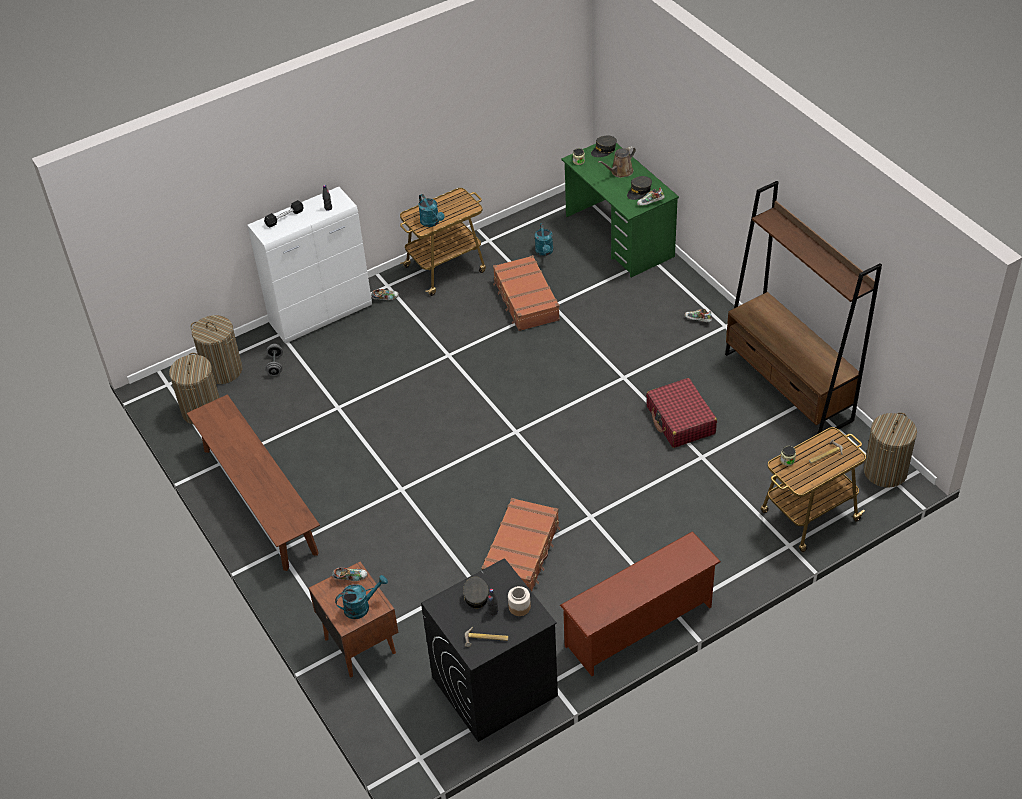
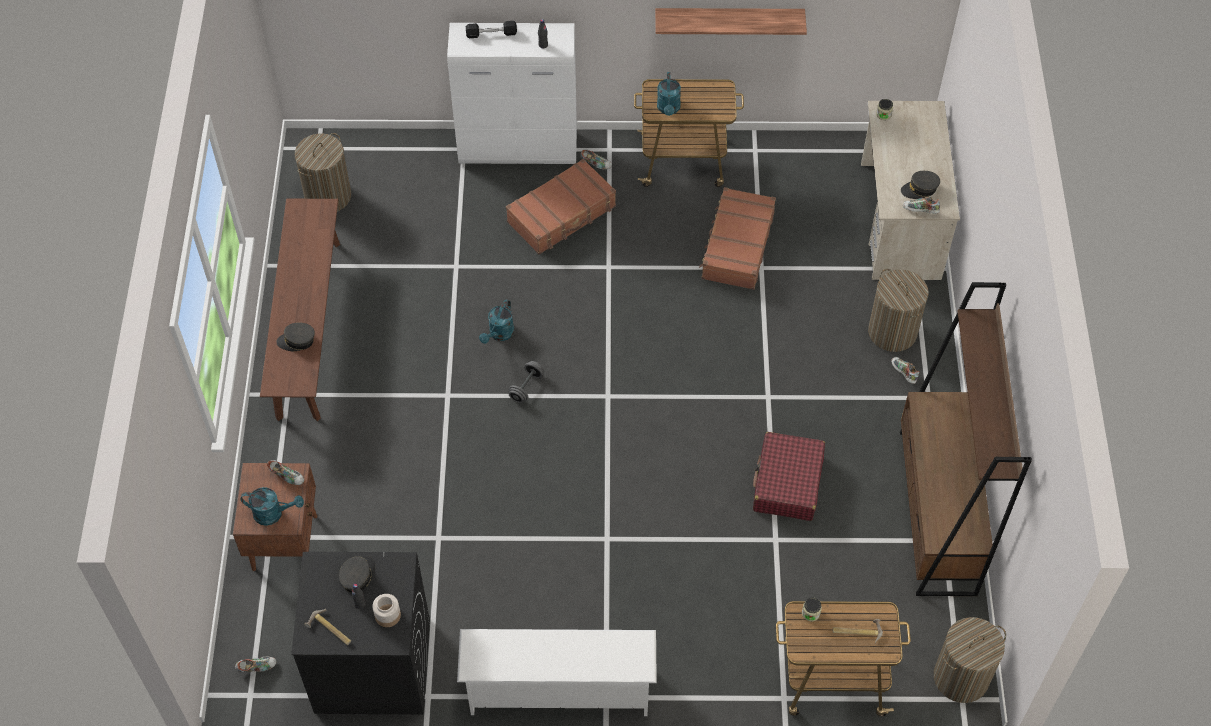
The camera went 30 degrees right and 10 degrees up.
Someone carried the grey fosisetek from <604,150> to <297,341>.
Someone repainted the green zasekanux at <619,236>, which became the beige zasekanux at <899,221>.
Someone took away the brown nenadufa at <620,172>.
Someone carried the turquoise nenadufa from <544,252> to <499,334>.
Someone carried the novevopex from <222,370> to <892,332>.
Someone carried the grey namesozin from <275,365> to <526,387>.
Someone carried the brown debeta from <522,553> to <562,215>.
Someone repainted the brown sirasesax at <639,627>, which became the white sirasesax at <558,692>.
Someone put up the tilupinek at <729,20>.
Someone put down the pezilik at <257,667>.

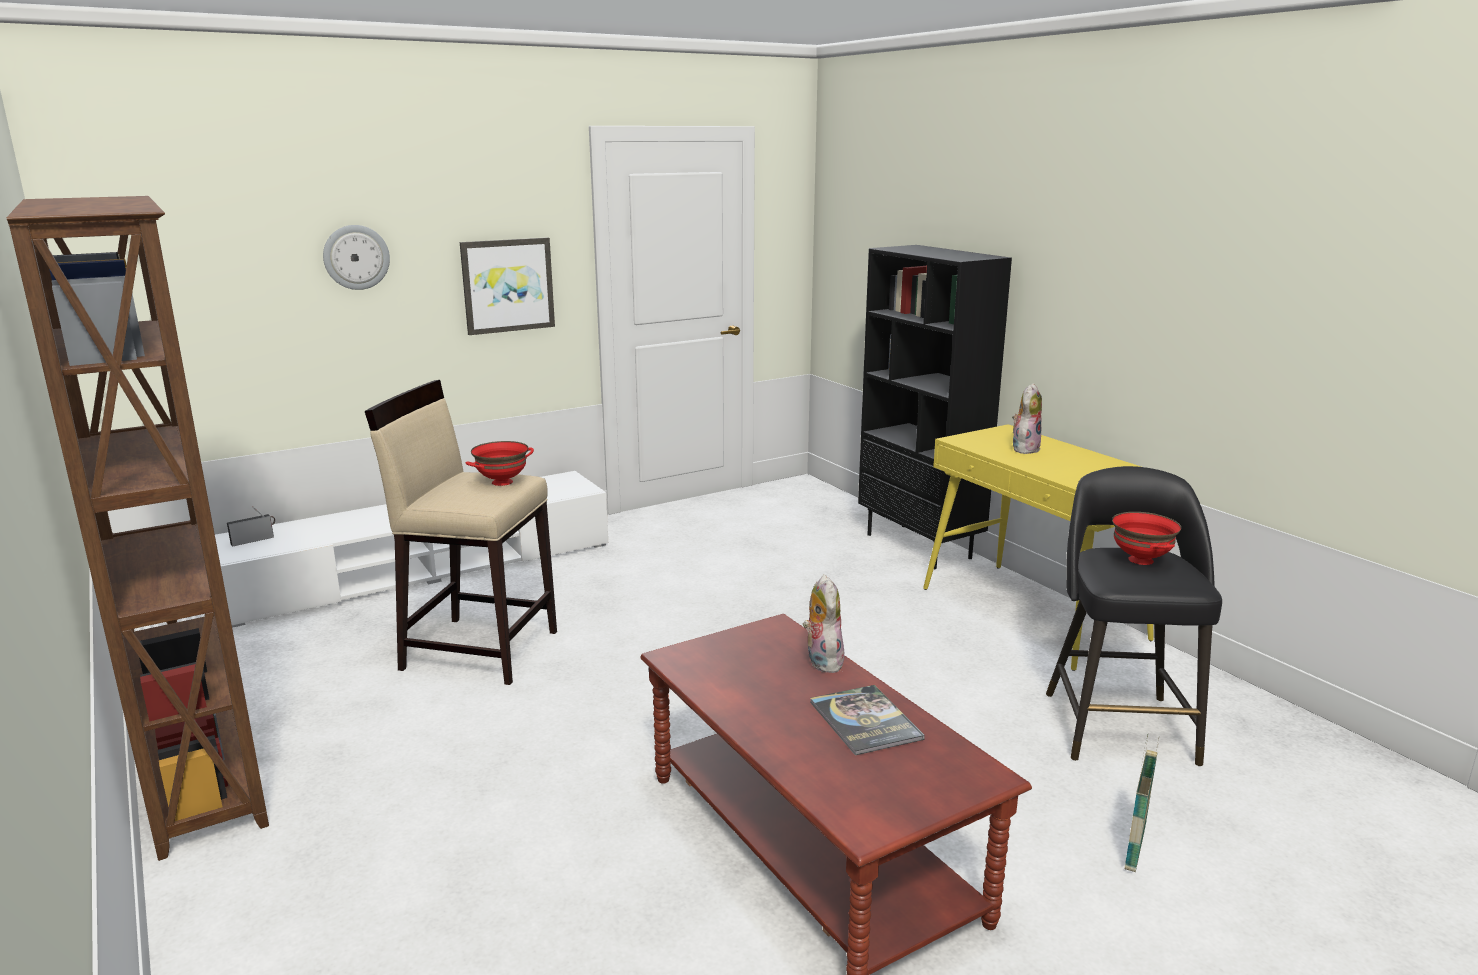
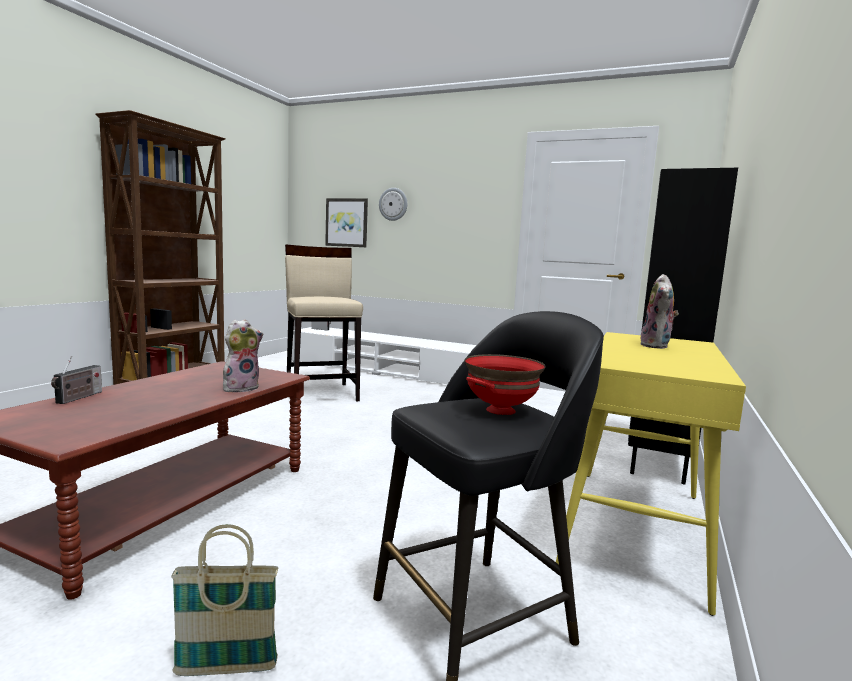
The camera went 55 degrees right and 10 degrees down.
Someone carried the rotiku from <507,285> to <347,222>.
Someone rotated the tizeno at <1024,448> by 105 degrees clockwise.
Someone took away the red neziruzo at <502,482>.
Someone took away the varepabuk at <865,721>.
Someone put down the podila at <78,398>.

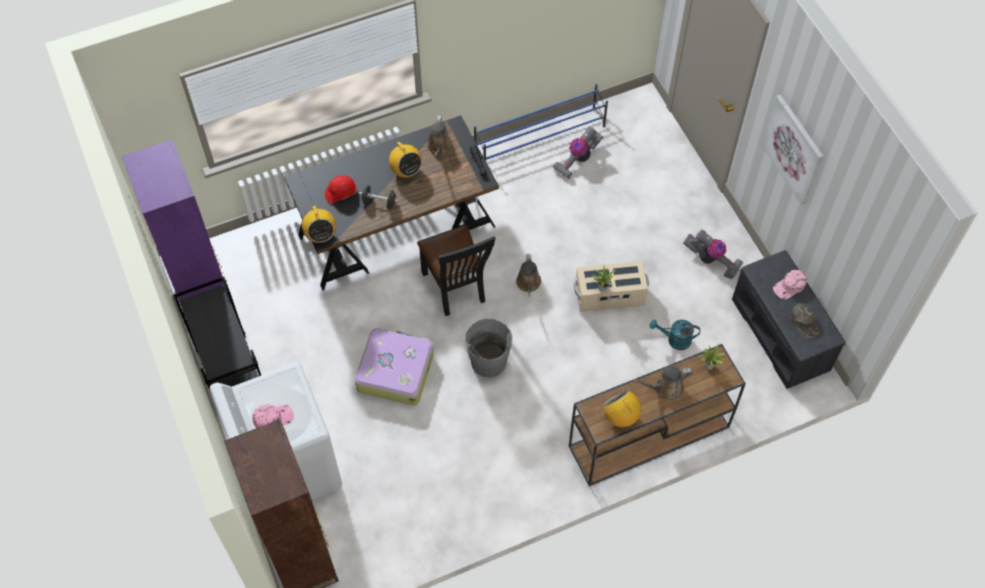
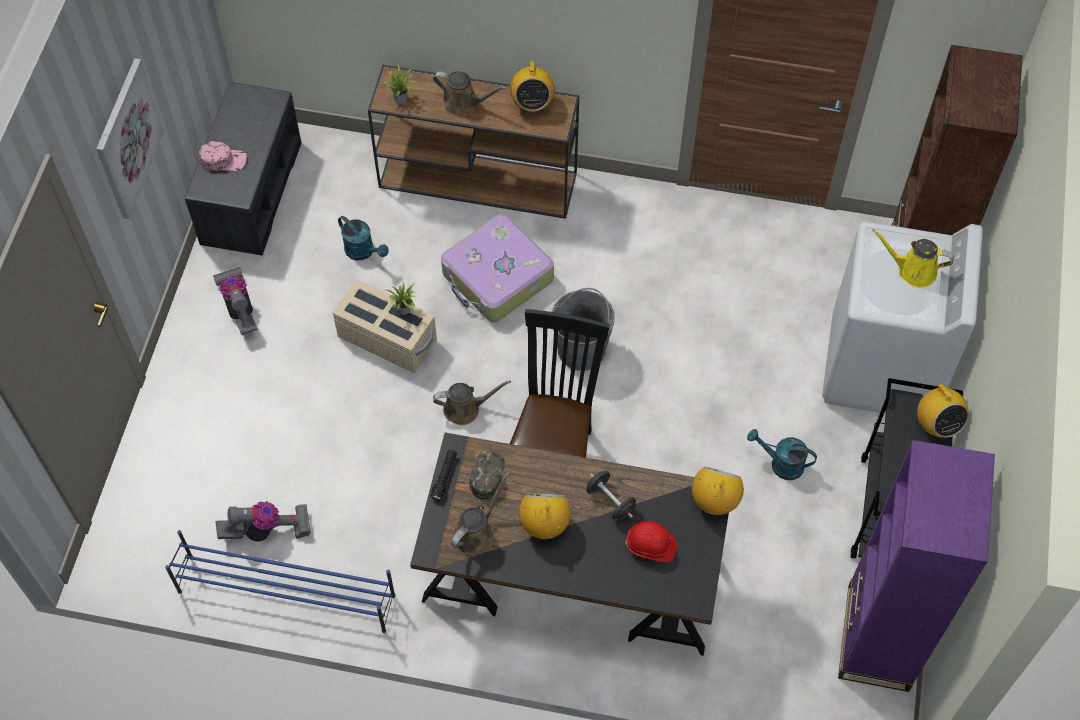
The camera went 145 degrees left and 0 degrees up.
Someone rotated the brown nenadufa at <528,283> by 45 degrees clockwise.
Someone carried the green fosisetek from <804,322> to <486,475>.
Someone carried the debeta from <395,371> to <497,278>.
Someone swapped the pink fosisetek at <273,417> for the yellow nenadufa at <912,270>.
Someone put down the podila at <936,424>.
Someone put down the turquoise nenadufa at <781,464>.

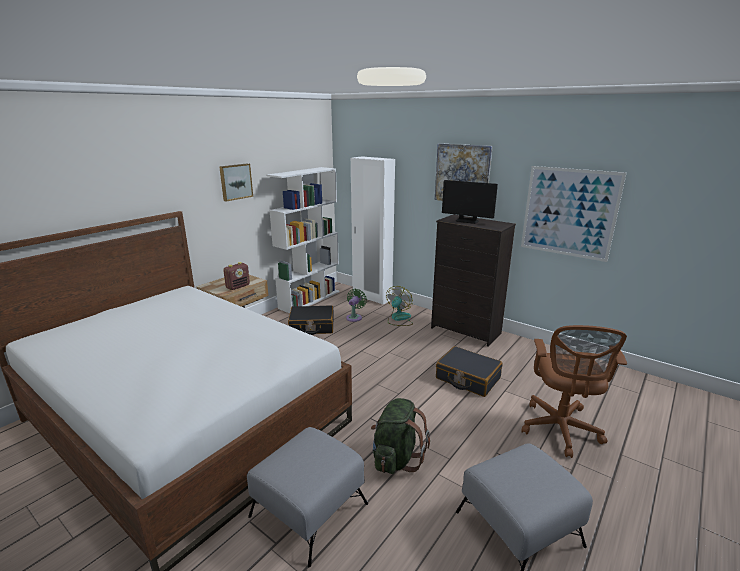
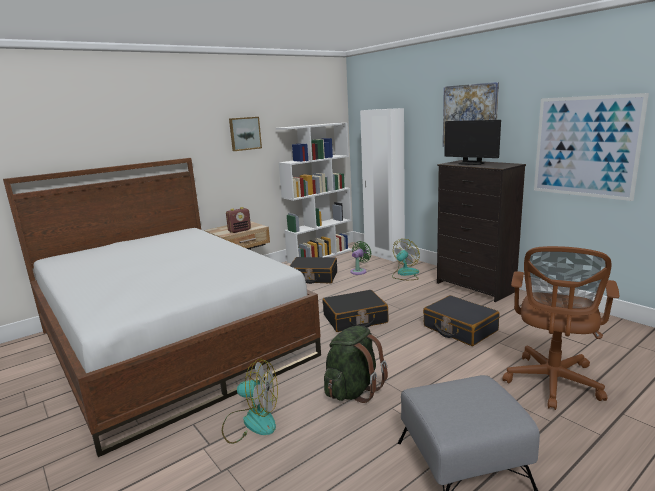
The camera went 15 degrees right and 5 degrees down.
Someone swapped the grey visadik at <310,509> for the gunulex at <251,422>.
Someone put down the black debeta at <355,319>.

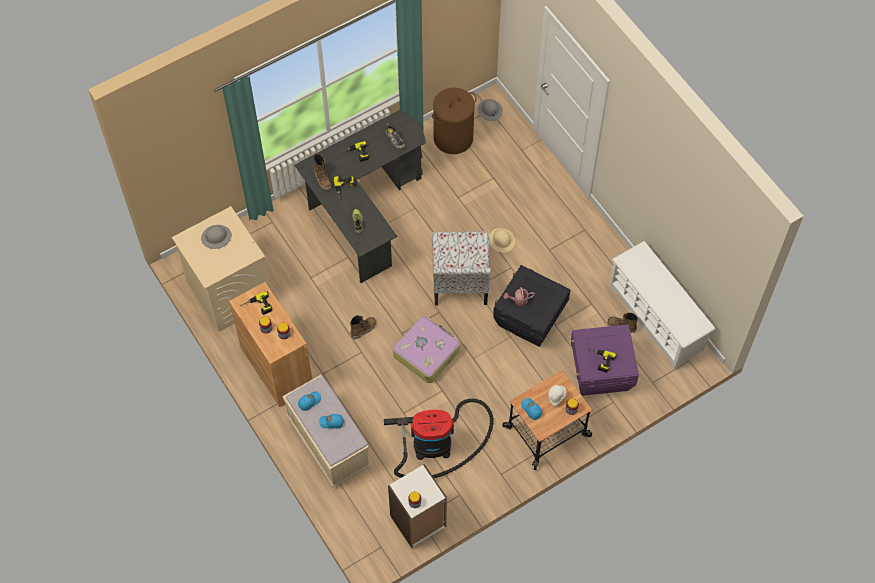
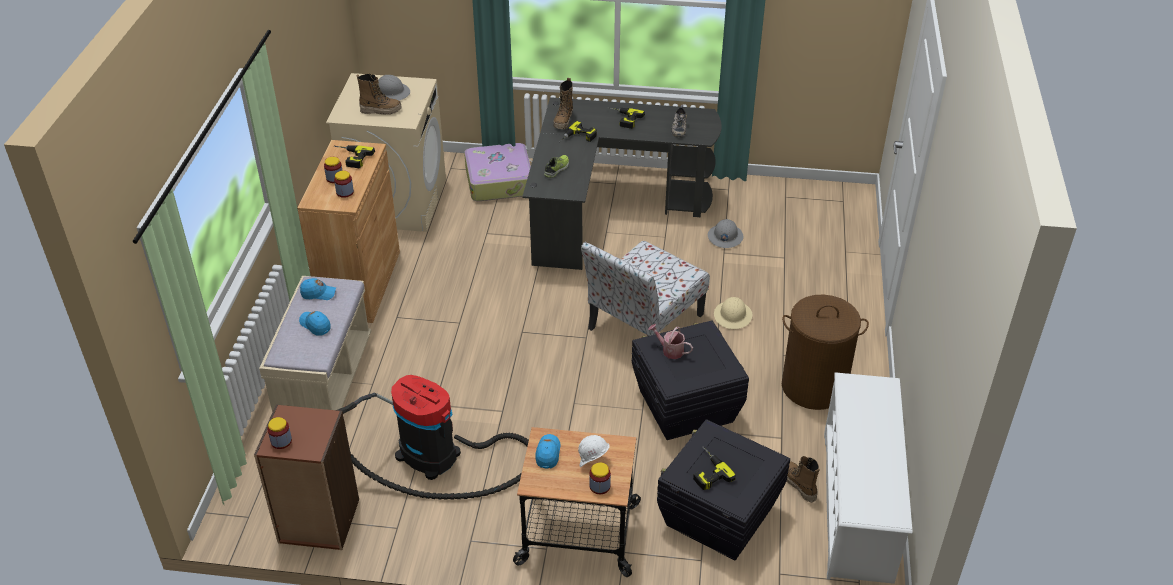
The camera went 40 degrees right and 20 degrees down.
Someone carried the brown novevopex from <453,138> to <813,387>.
Someone carried the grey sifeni from <489,111> to <725,237>.
Someone carried the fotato from <363,329> to <381,110>.
Someone carried the debeta from <426,353> to <500,181>.
Someone repainted the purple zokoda at <600,372>, which became the black zokoda at <718,516>.
Someone repainted the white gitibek at <418,522>, which became the brown gitibek at <318,521>.

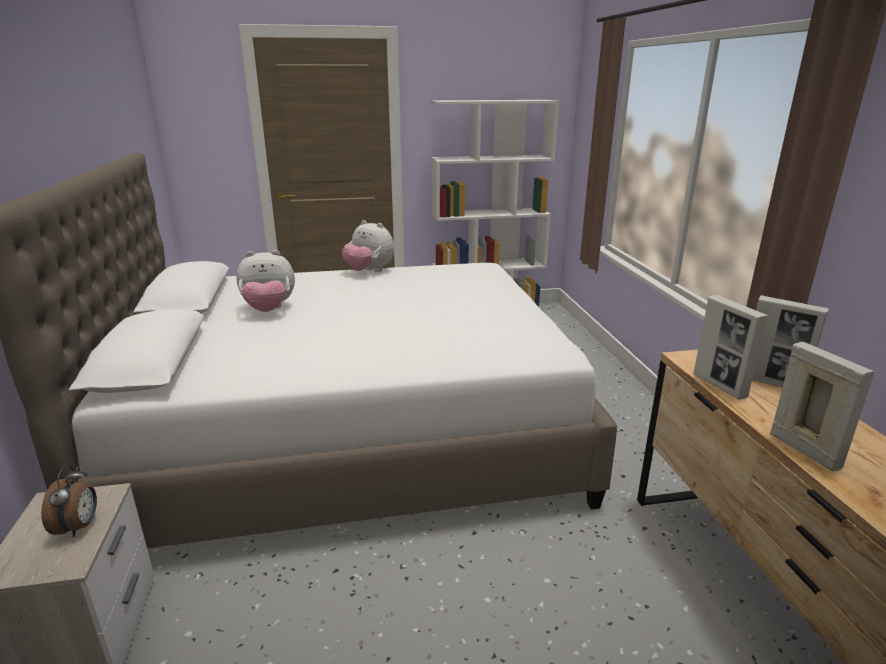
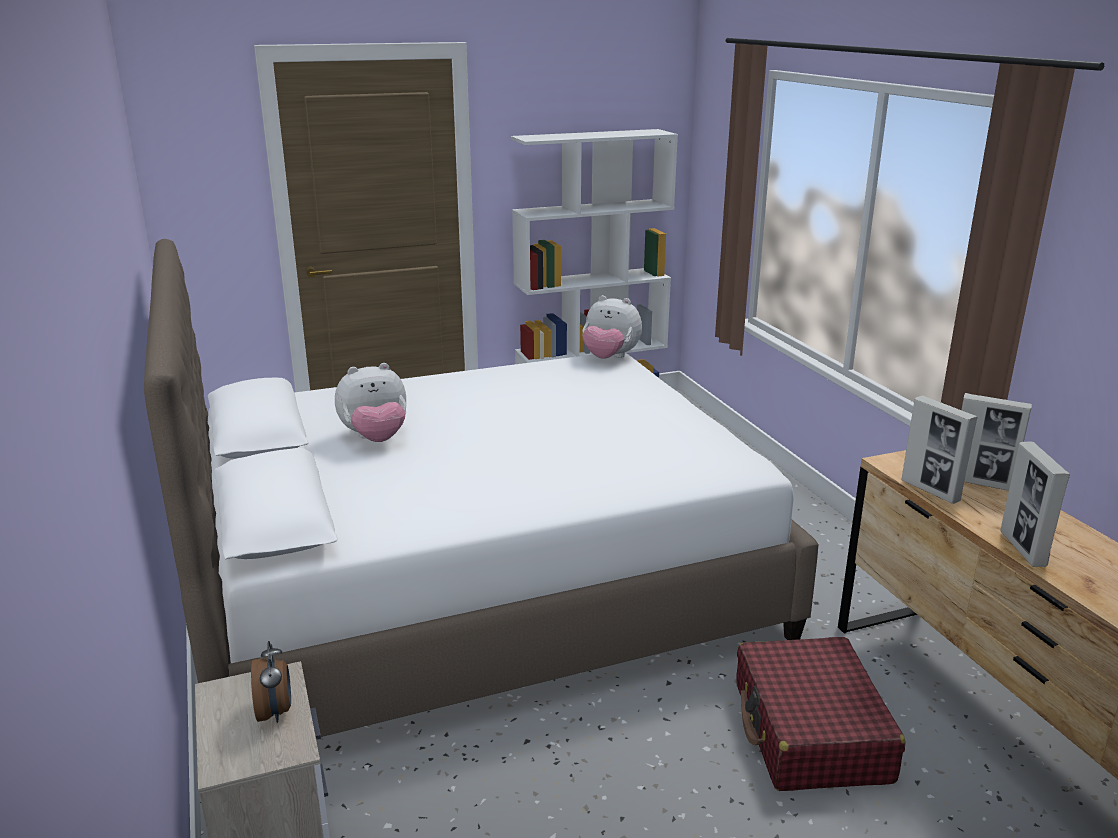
The camera went 10 degrees left and 0 degrees up.
Someone carried the tizeno from <369,271> to <610,358>.
Someone rotated the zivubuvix at <804,450> by 150 degrees counterclockwise.
Someone put down the red debeta at <810,732>.

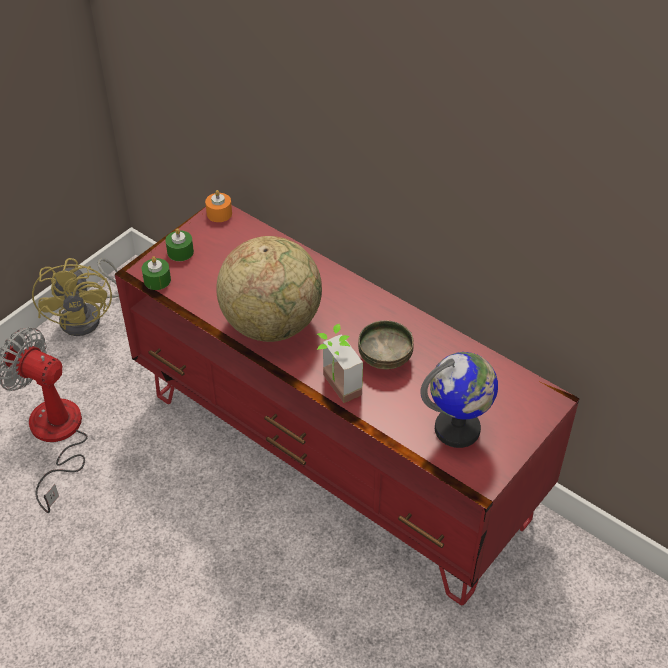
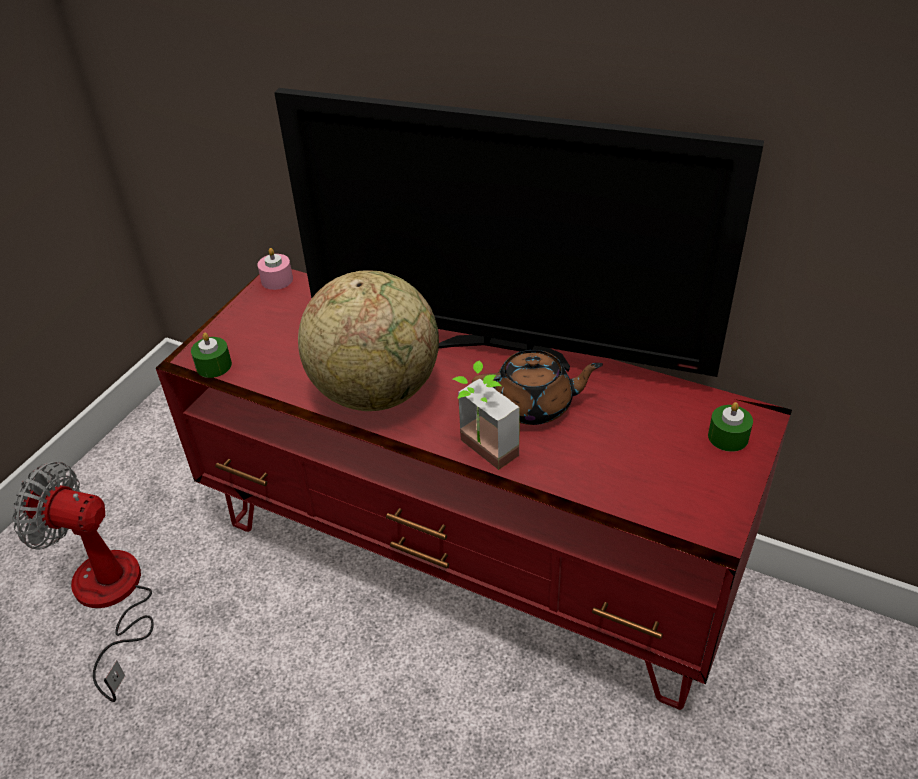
The camera went 10 degrees left and 5 degrees down.
Someone repainted the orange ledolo at <219,213>, which became the pink ledolo at <277,280>.
Someone carried the green ledolo from <180,252> to <728,437>.
Someone took away the yellow gunulex at <88,316>.
Someone swapped the neziruzo at <385,358> for the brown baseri at <534,405>.
Someone took away the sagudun at <457,430>.
Someone put down the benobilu at <507,350>.

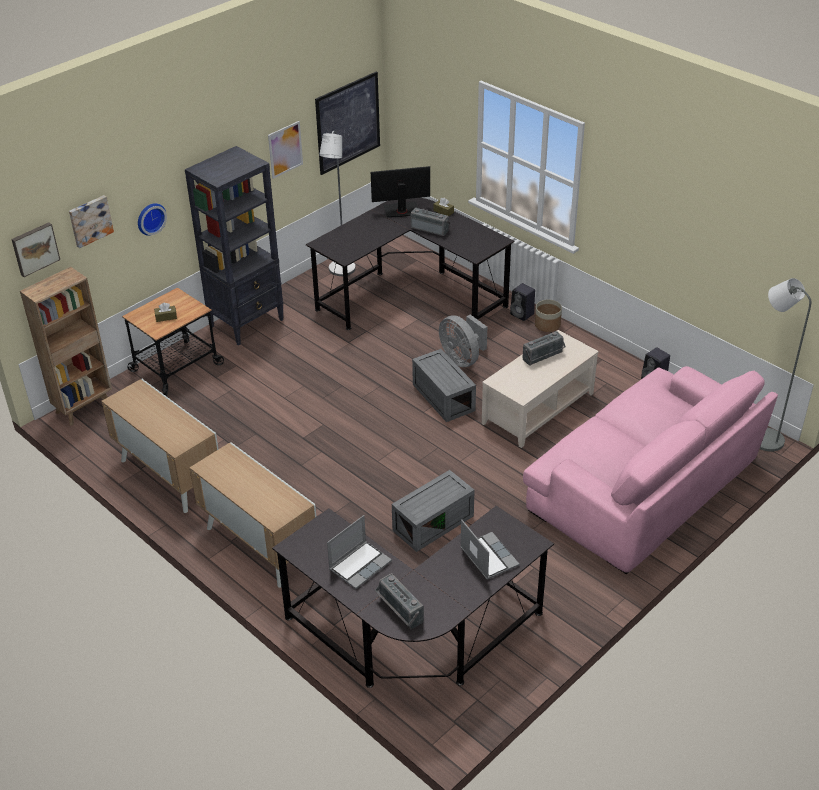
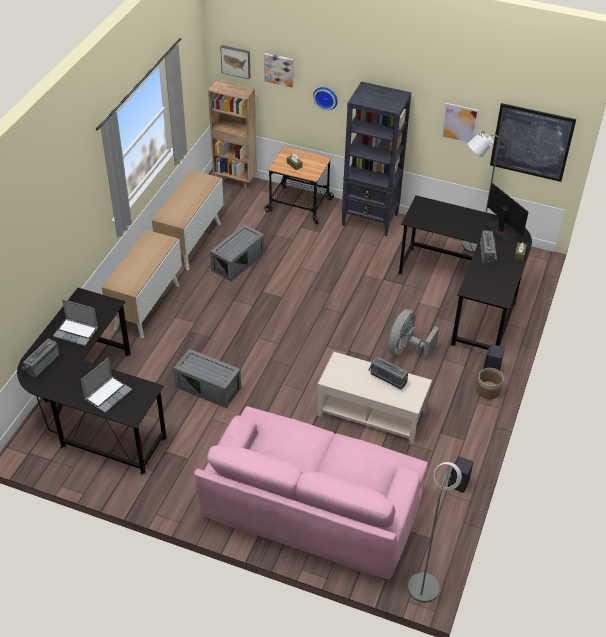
The camera went 65 degrees right and 5 degrees up.
Someone carried the grey zokoda from <442,397> to <238,261>.

